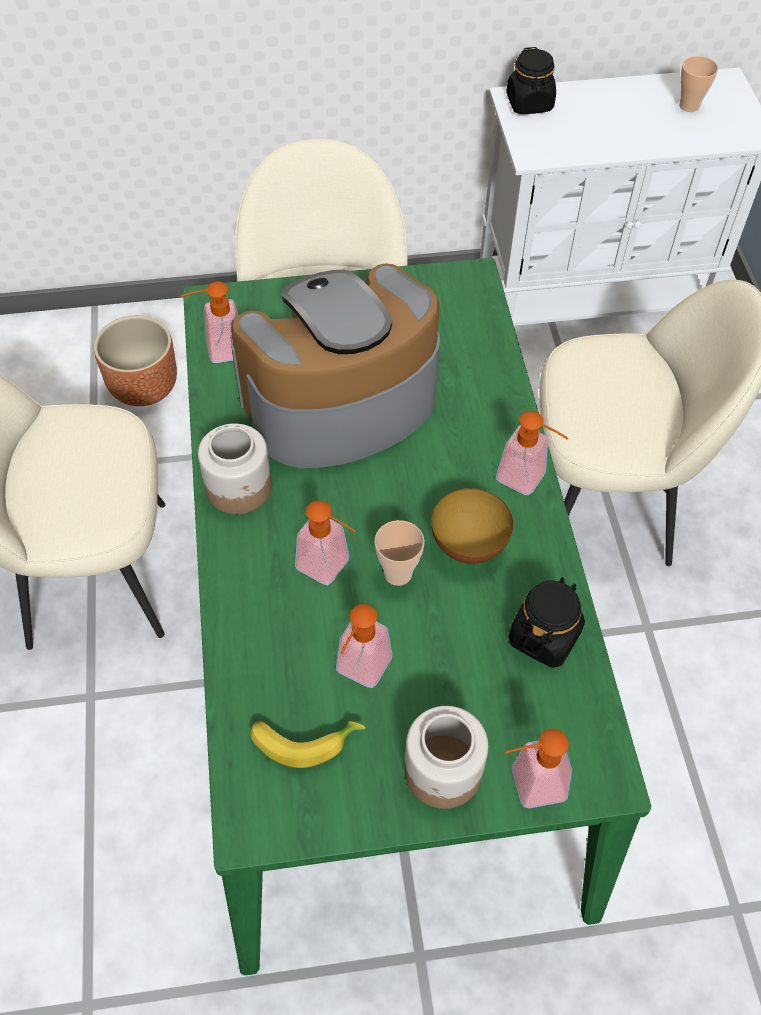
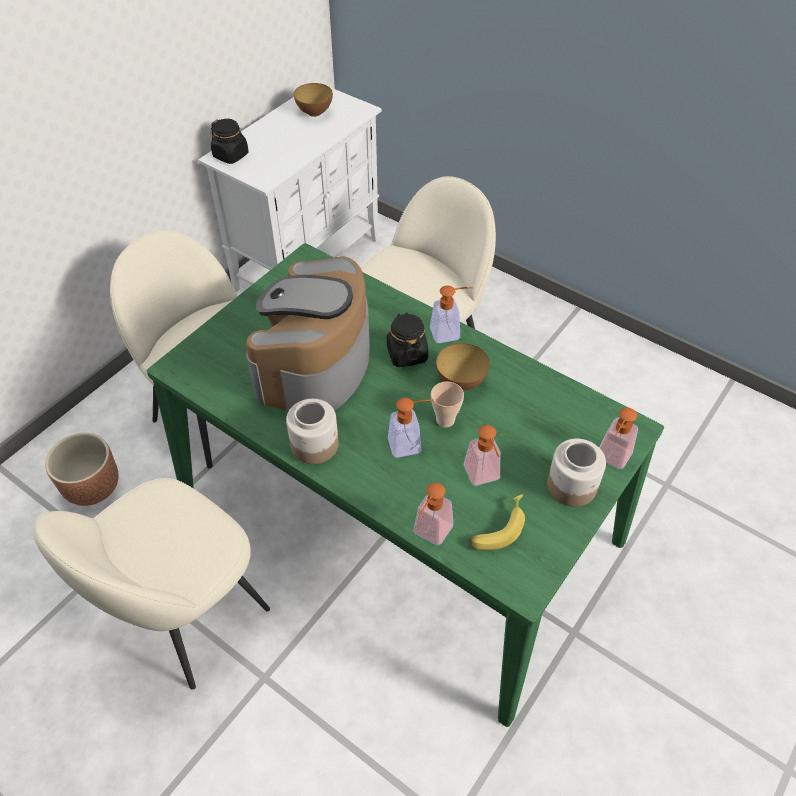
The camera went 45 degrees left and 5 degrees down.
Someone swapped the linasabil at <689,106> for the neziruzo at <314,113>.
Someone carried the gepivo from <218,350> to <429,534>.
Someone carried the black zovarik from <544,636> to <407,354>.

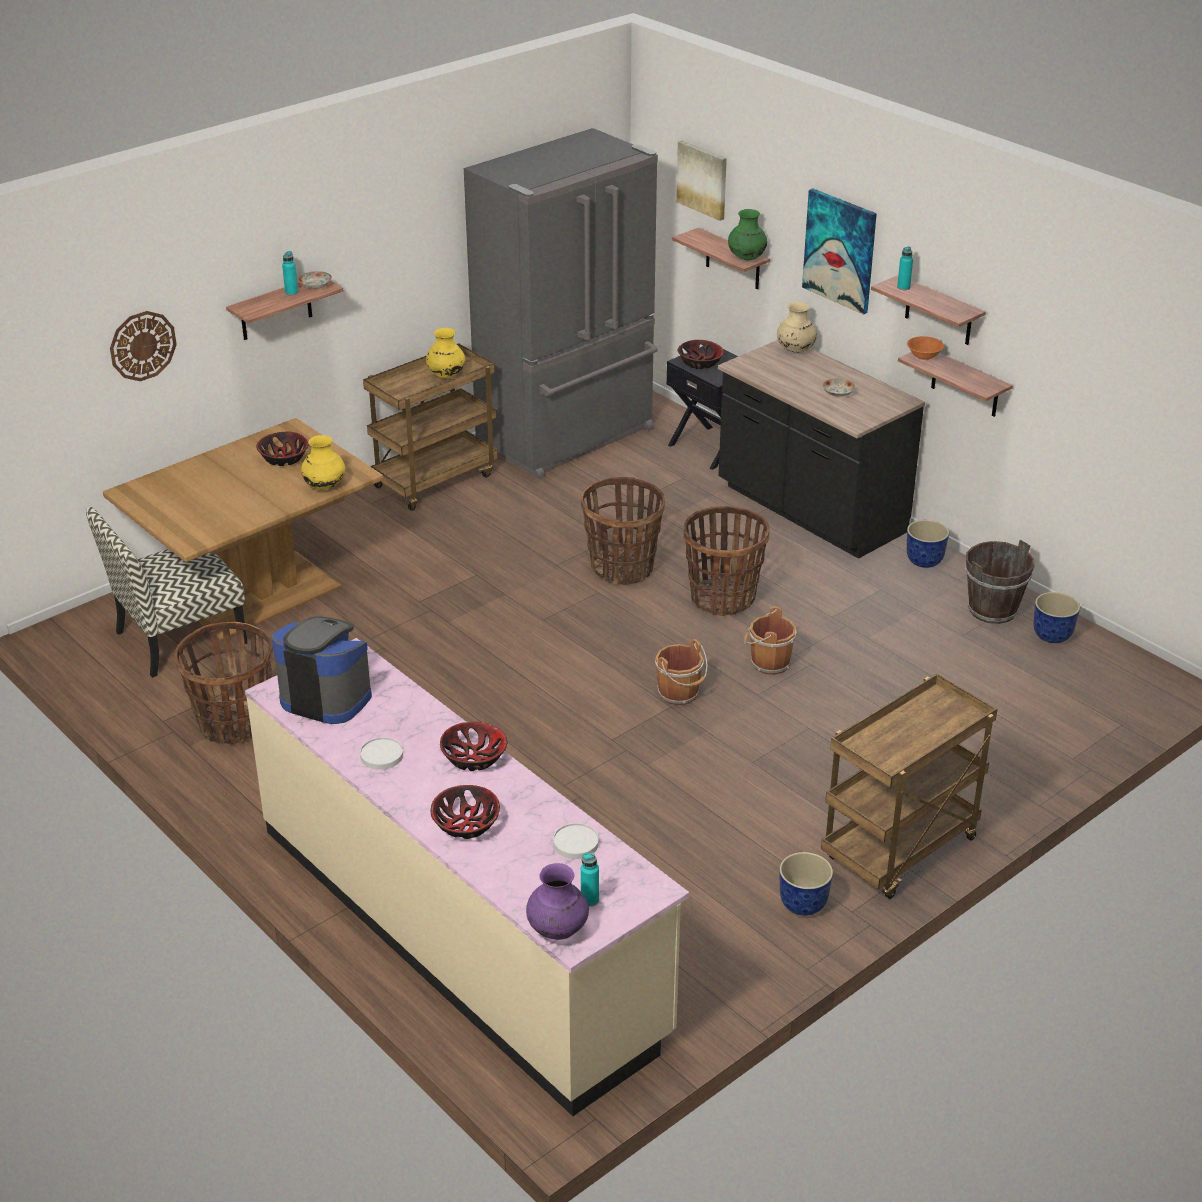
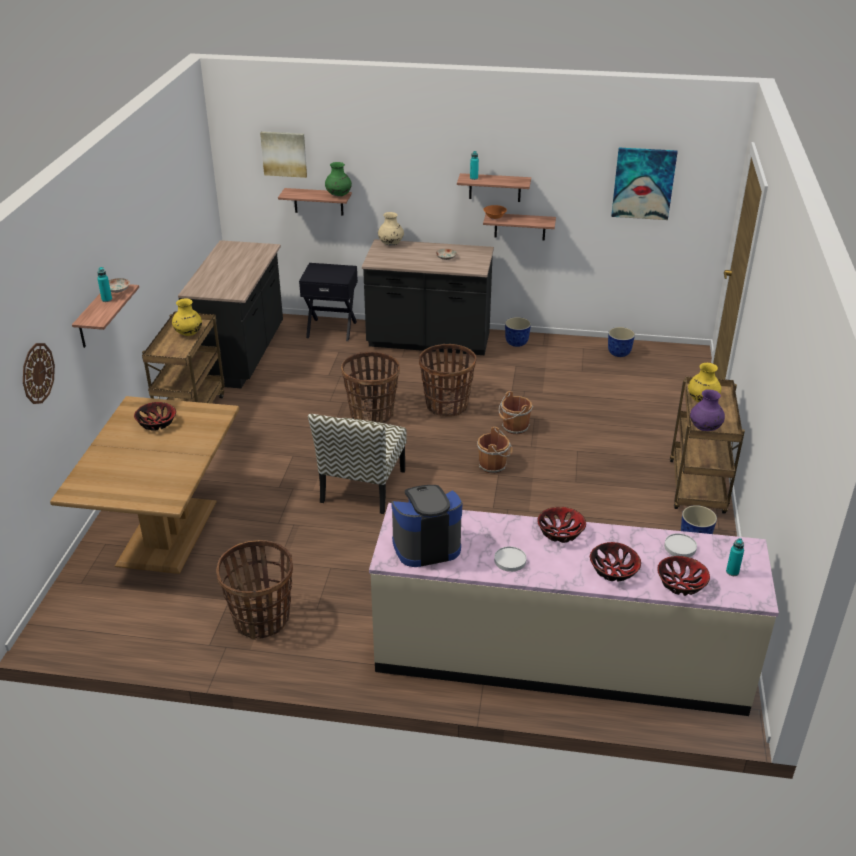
The camera went 40 degrees left and 0 degrees up.
Someone swapped the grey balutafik at <569,437> for the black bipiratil at <241,355>.
Someone carried the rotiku from <840,250> to <643,183>.
Someone carried the neziruzo from <700,363> to <681,584>.
Someone carried the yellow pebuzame from <325,486> to <702,400>.
Someone carried the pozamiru from <179,638> to <363,487>.
Someone took away the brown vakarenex at <992,610>.
Someone carried the purple pebuzame from <557,930> to <705,428>.

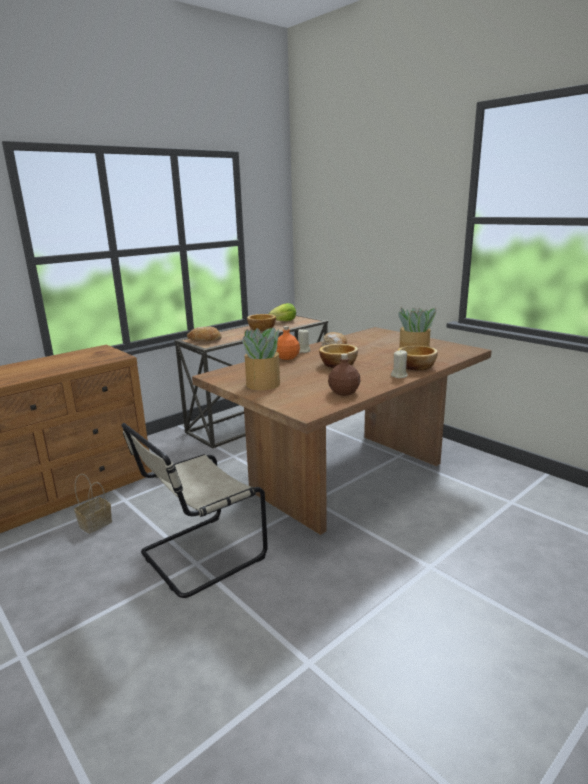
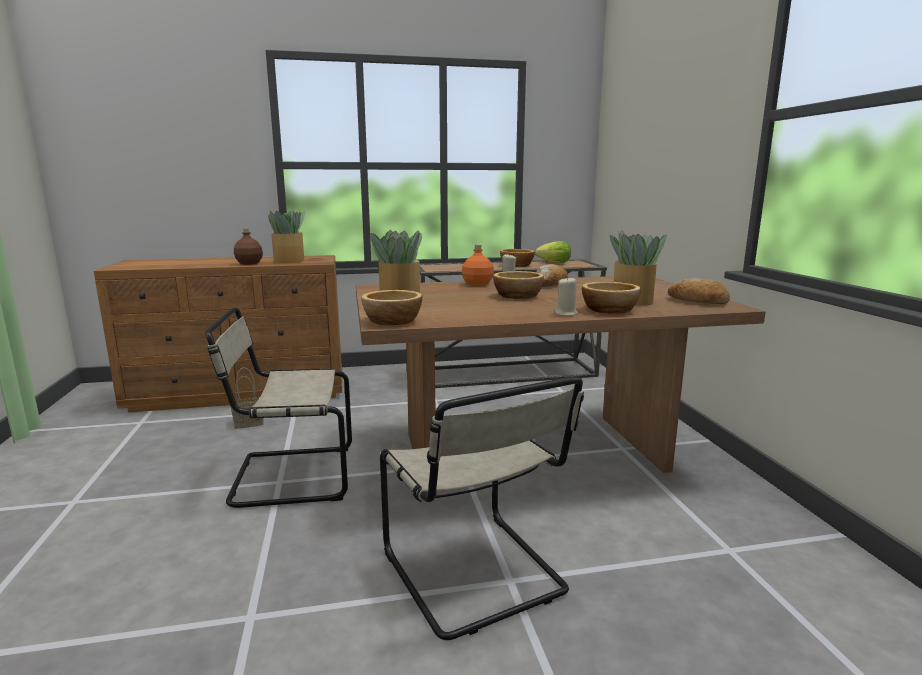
The camera went 30 degrees right and 5 degrees down.
Someone carried the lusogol from <205,340> to <698,301>.
Someone carried the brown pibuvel from <343,392> to <249,263>.
Someone put down the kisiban at <290,261>.
Someone put down the neziruzo at <393,321>.
Someone put down the beige pozamiru at <476,576>.

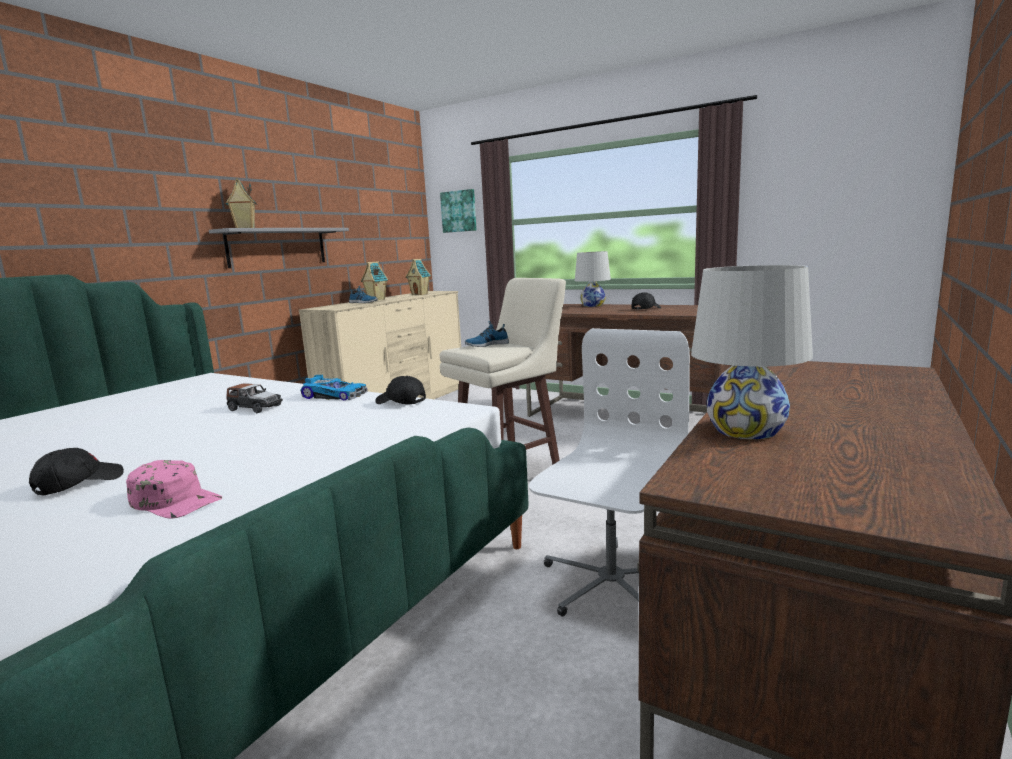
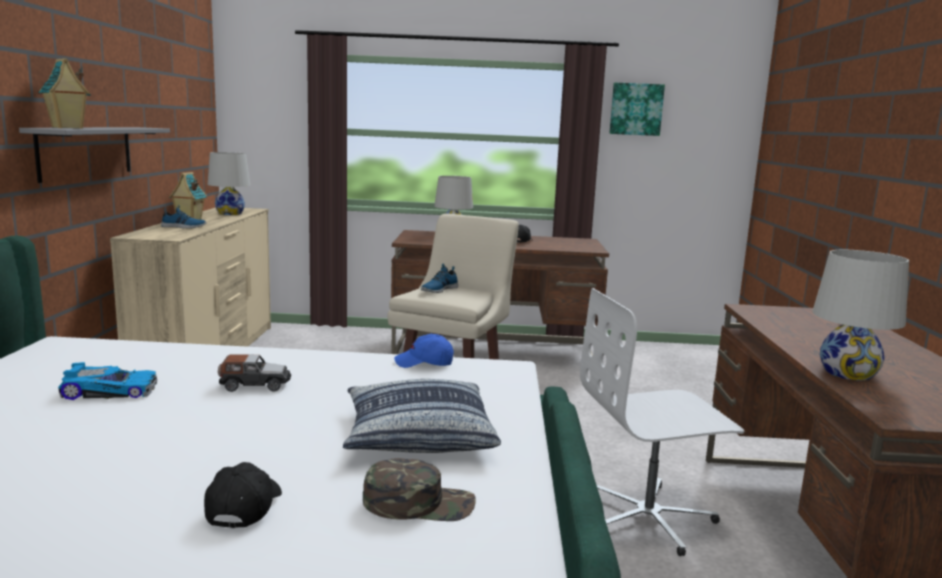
The camera went 30 degrees left and 0 degrees up.
Someone carried the rotiku from <459,211> to <636,109>.
Someone swapped the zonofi at <420,294> for the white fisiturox at <230,213>.
Someone rotated the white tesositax at <609,583> by 105 degrees counterclockwise.
Someone carried the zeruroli from <335,395> to <111,390>.
Someone repainted the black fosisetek at <400,402>, which became the blue fosisetek at <424,363>.
Someone repainted the pink fosisetek at <176,500>, which became the green fosisetek at <419,503>.
Someone put down the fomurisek at <417,434>.

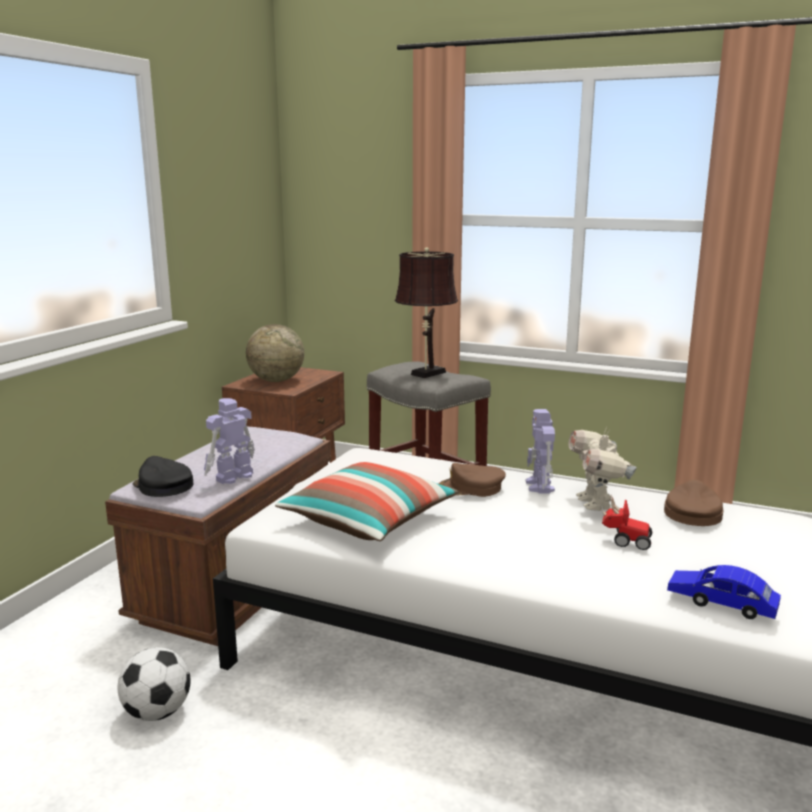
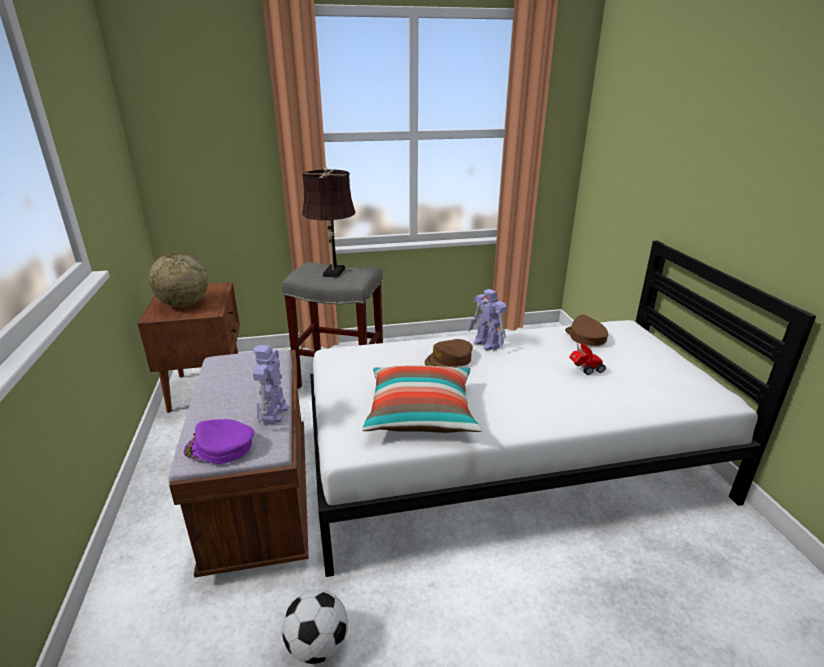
The camera went 35 degrees left and 10 degrees up.
Someone took away the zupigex at <596,504>.
Someone repainted the black fosisetek at <163,486>, which became the purple fosisetek at <220,447>.
Someone took away the blue zeruroli at <721,603>.

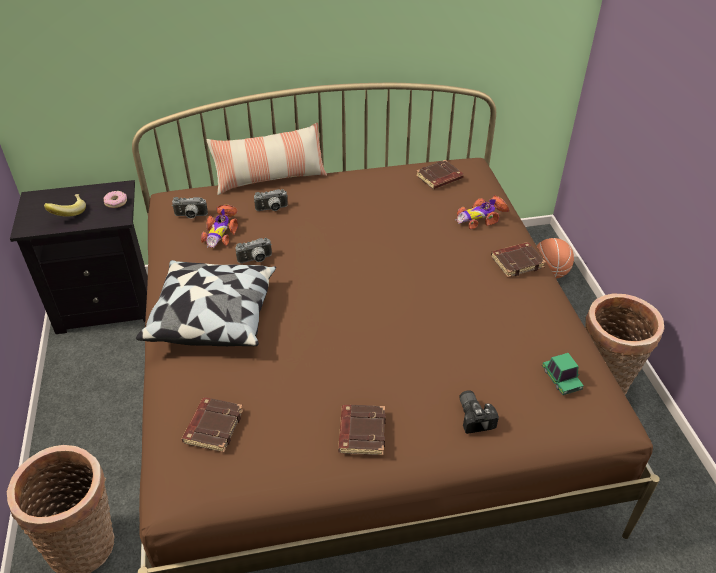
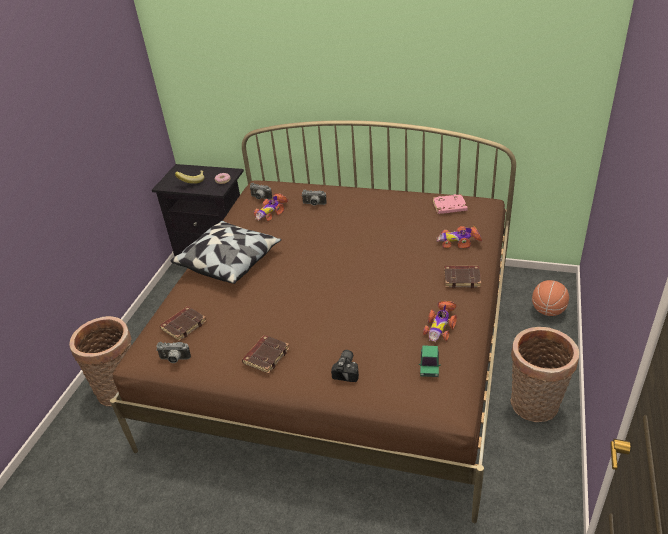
The camera went 30 degrees right and 5 degrees down.
Someone took away the fomurisek at <270,178>.
Someone repainted the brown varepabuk at <439,178>, which became the pink varepabuk at <449,207>.
Someone carried the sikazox from <256,260> to <174,360>.
Someone put down the zeruroli at <440,326>.

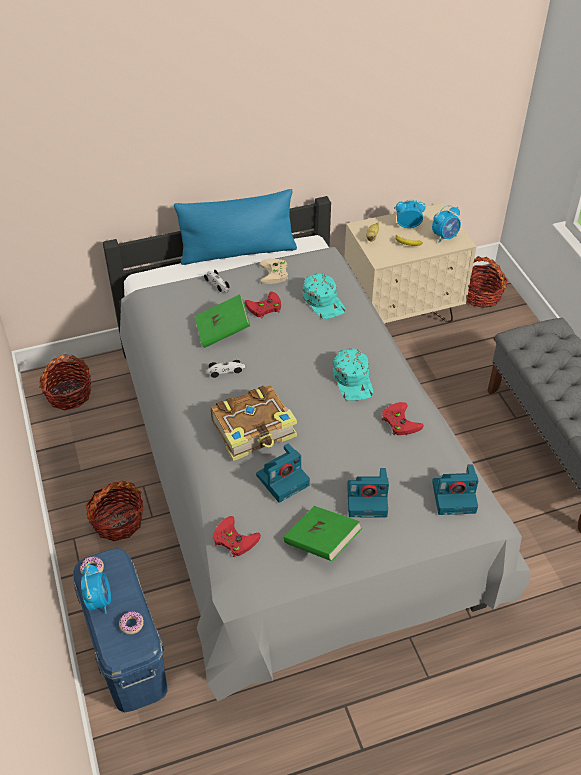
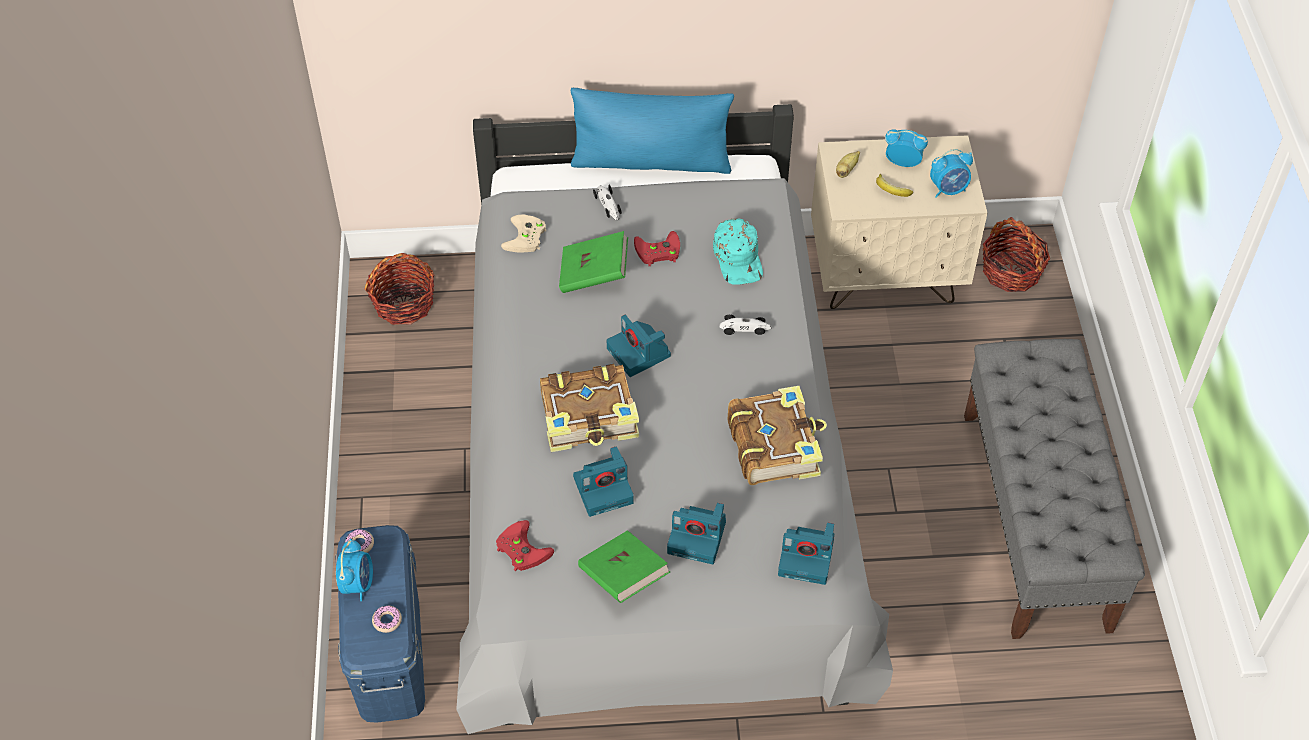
The camera went 15 degrees right and 5 degrees up.
Someone carried the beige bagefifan from <275,274> to <526,238>.
Someone took away the turquoise fosisetek at <353,380>.
Someone carried the zeruroli from <226,371> to <745,328>.
Someone swapped the red bagefifan at <399,421> for the varepabuk at <774,445>.
Someone took away the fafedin at <117,521>.
Someone put down the sikazox at <640,353>.

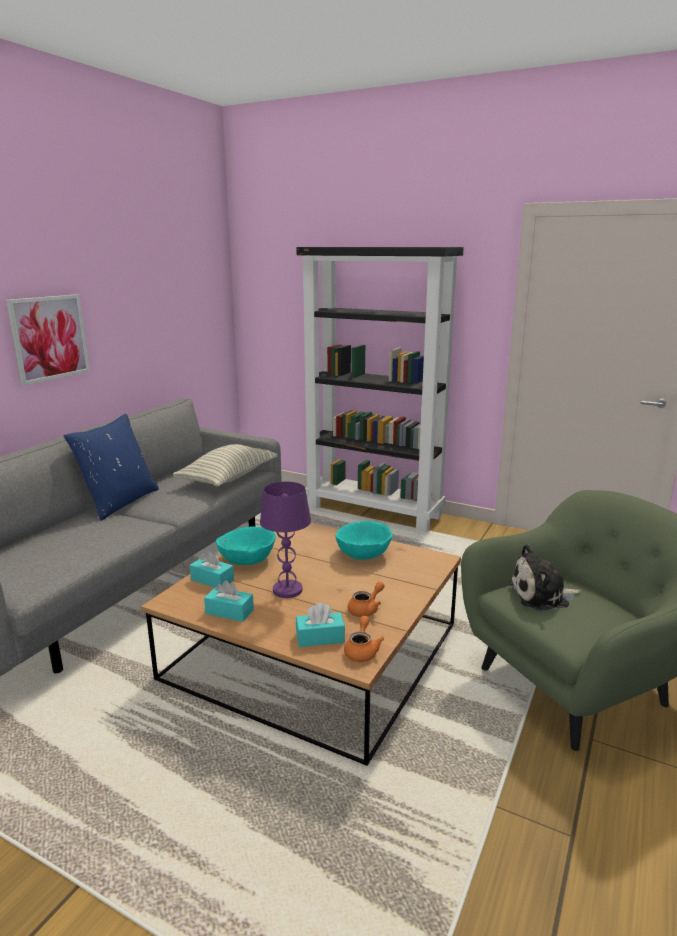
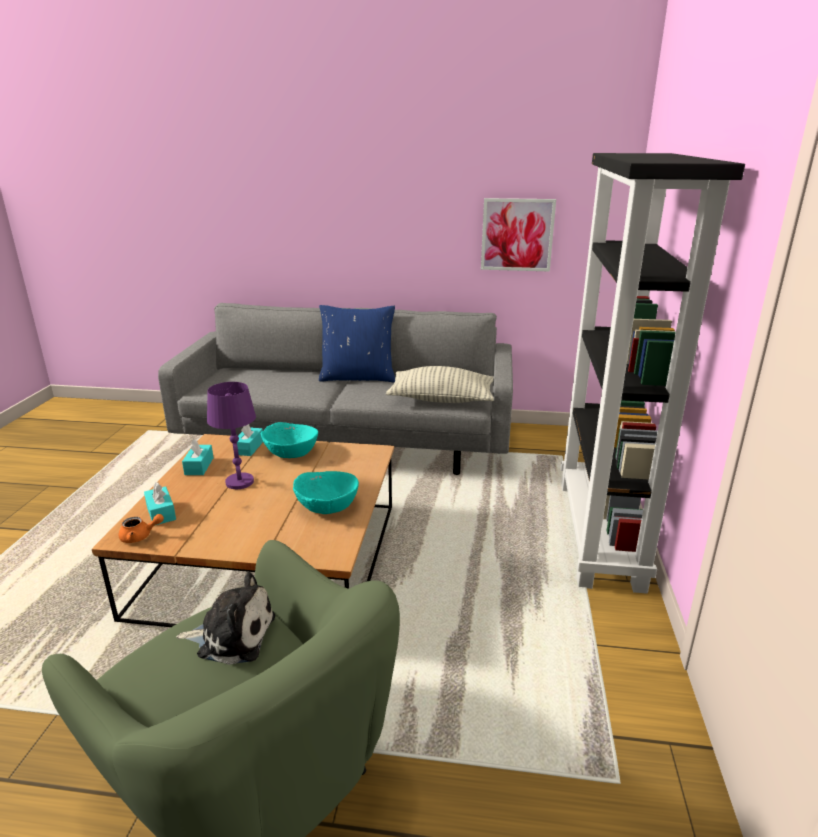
The camera went 70 degrees right and 5 degrees up.
Someone carried the rotiku from <49,338> to <517,235>.
Someone rotated the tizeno at <542,595> by 120 degrees clockwise.
Someone took away the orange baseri at <366,609>.

